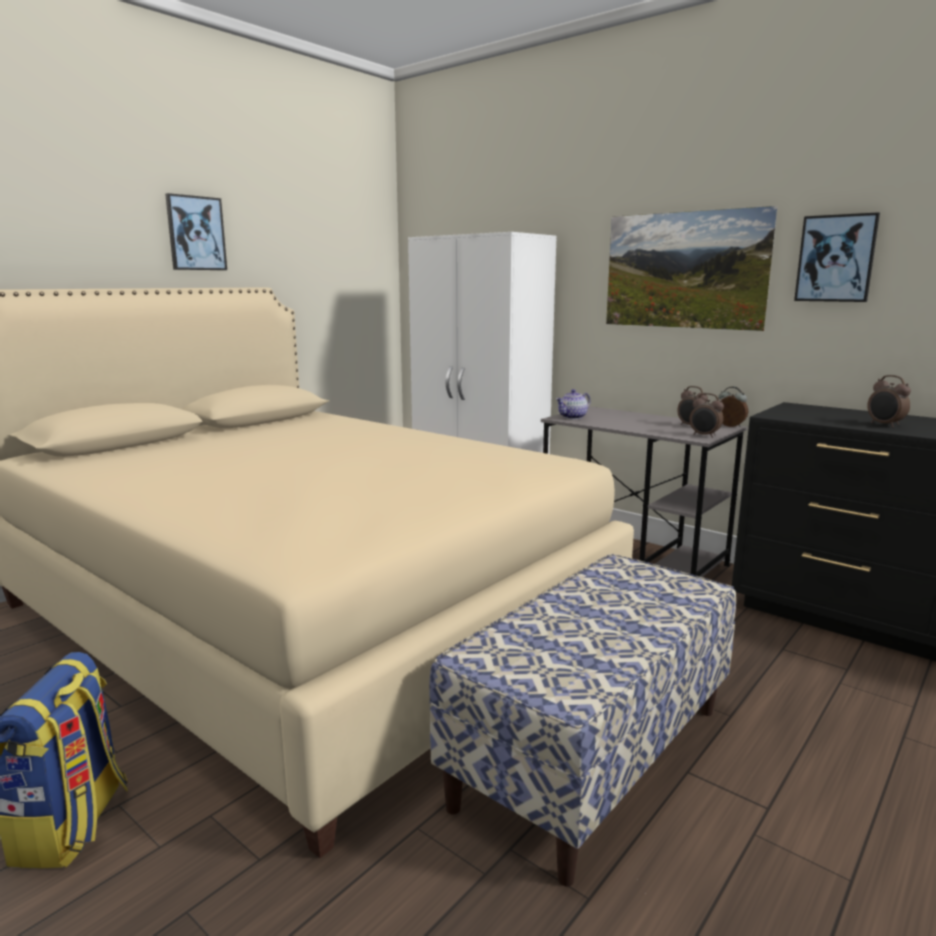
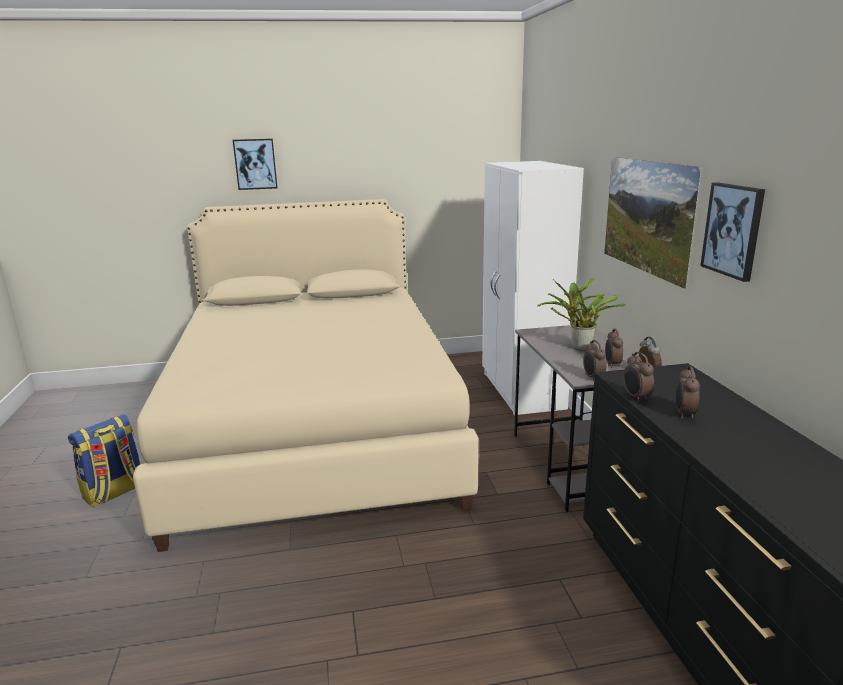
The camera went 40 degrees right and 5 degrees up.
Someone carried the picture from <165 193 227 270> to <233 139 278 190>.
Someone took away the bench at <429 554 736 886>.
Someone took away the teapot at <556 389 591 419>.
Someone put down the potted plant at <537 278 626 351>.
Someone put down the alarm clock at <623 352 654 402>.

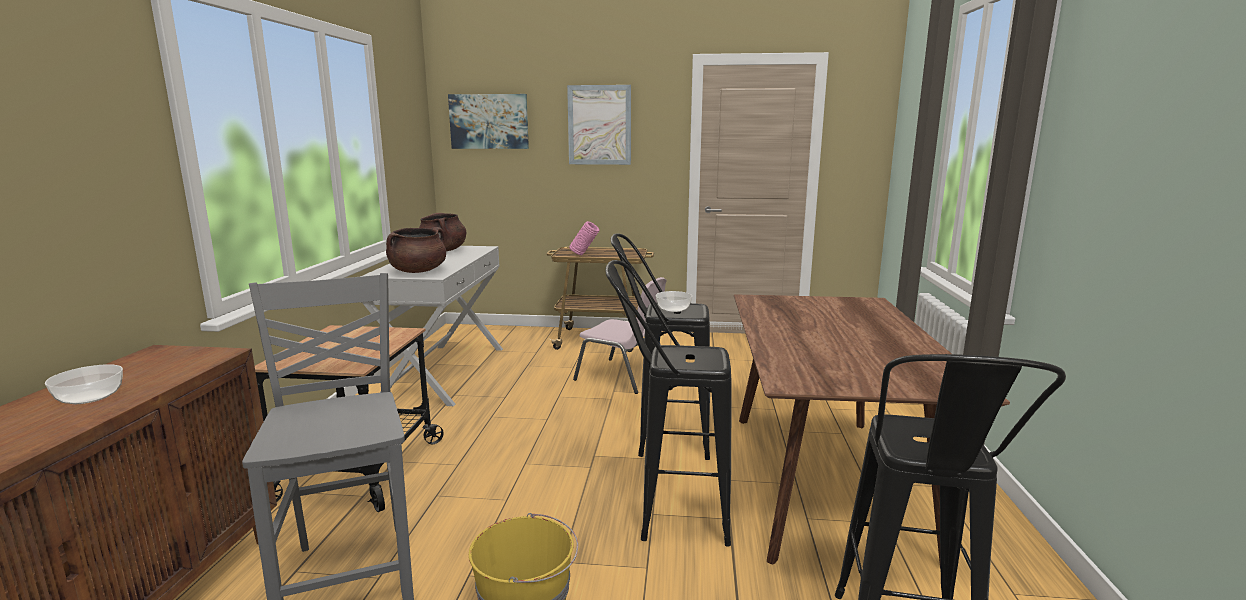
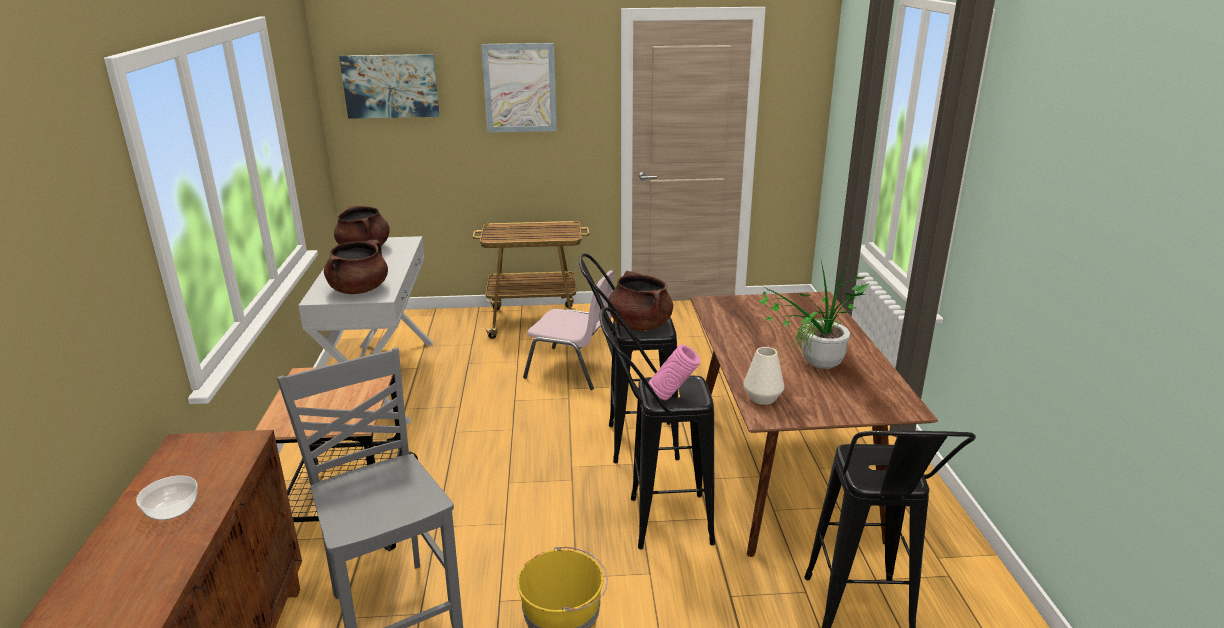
The camera went 10 degrees left and 10 degrees up.
Someone carried the vase (pink) from <569 221 599 255> to <648 345 701 400>.
Someone swapped the bowl at <656 291 692 312> for the cooking pot (brown) at <608 271 673 331>.
Someone put down the vase (white) at <743 347 784 405>.
Someone put down the potted plant at <758 255 870 369>.

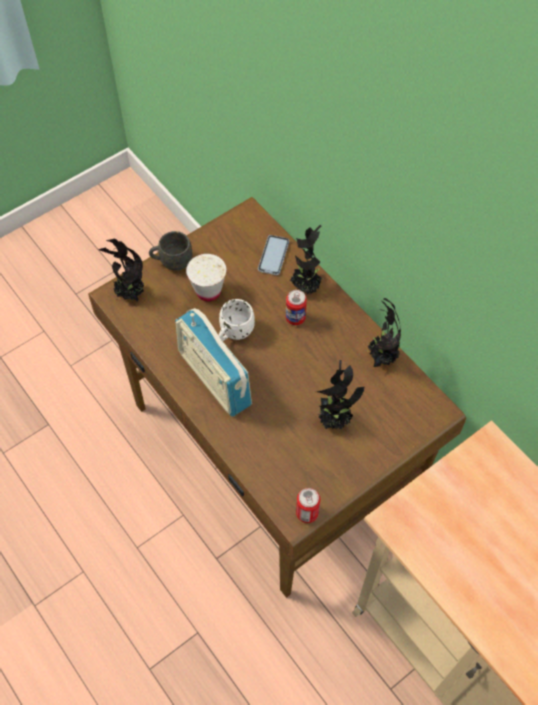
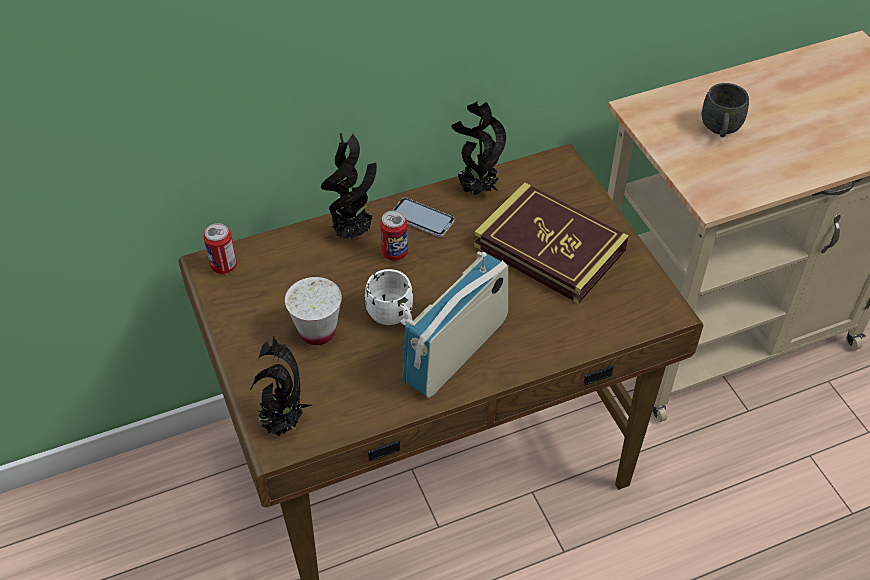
The camera went 75 degrees left and 10 degrees down.
Someone carried the mug (grey) from <149 231 192 271> to <701 83 749 137>.
Someone rotated the radio at <175 308 252 417> by 150 degrees clockwise.
Someone carried the phone from <258 235 289 275> to <392 198 455 237>.
Someone carried the can from <296 488 320 523> to <203 223 237 274>.
Someone swapped the potted plant at <317 360 365 430> for the book at <474 182 629 304>.

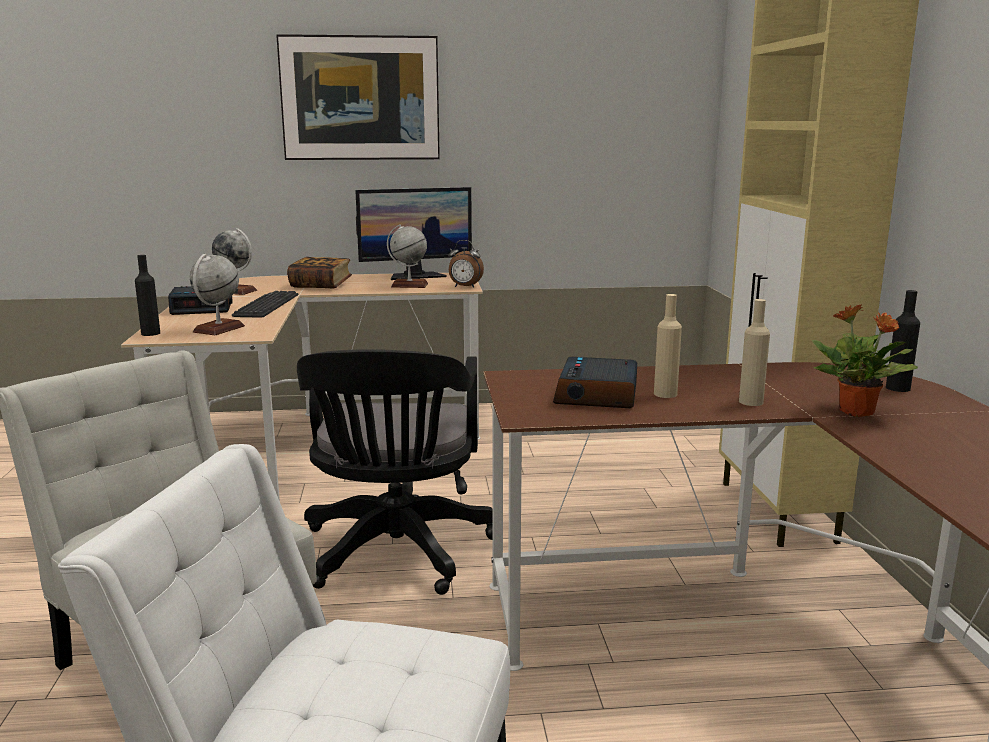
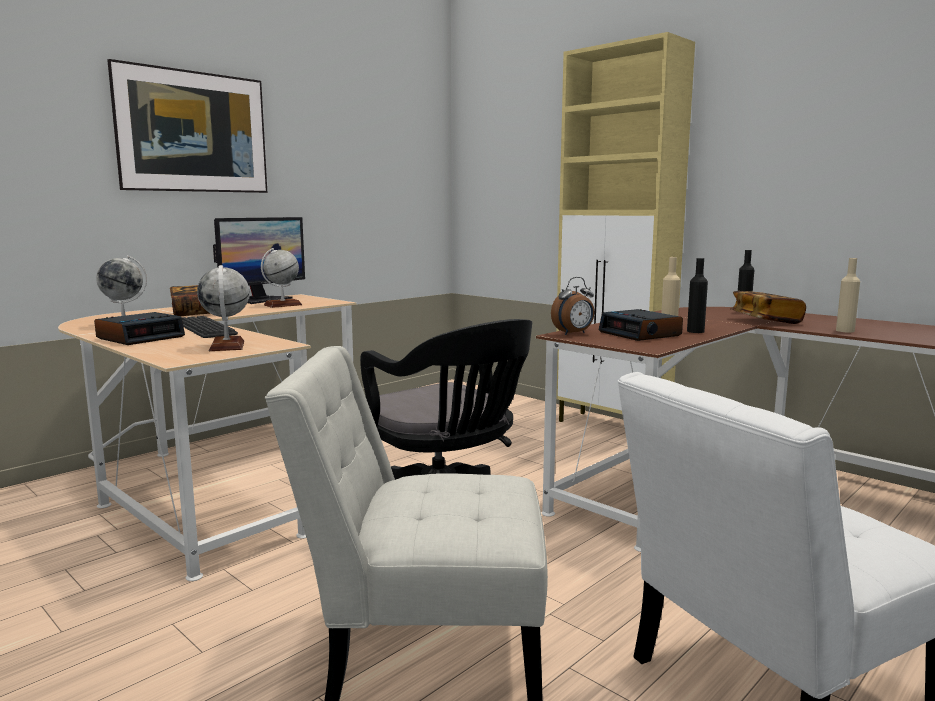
The camera went 40 degrees left and 5 degrees down.
Someone carried the bottle (black) from <135 255 160 336> to <687 258 708 333>.
Someone carried the alarm clock from <448 240 484 288> to <551 277 594 335>.
Someone carried the bottle (beige) from <739 299 770 406> to <836 258 860 333>.
Someone swapped the potted plant at <812 305 918 417> for the book at <730 291 806 324>.

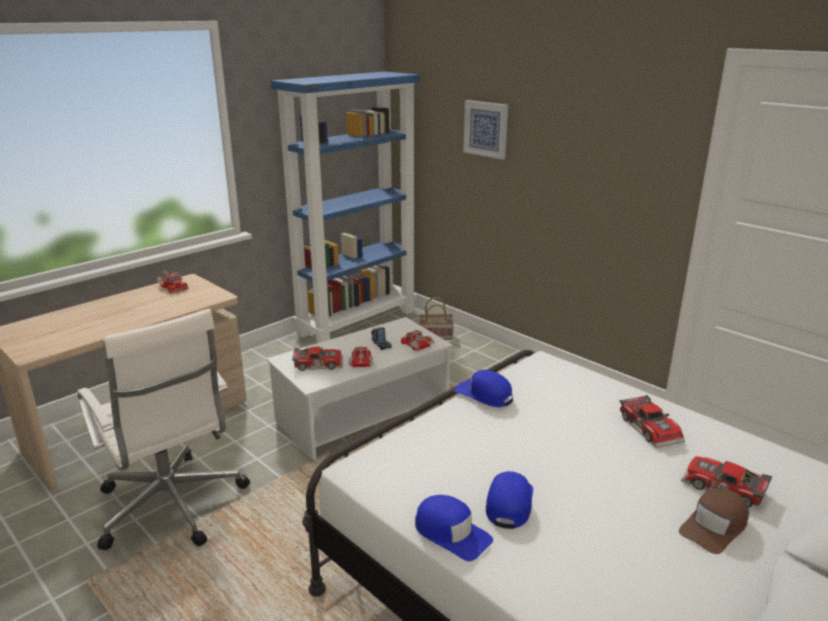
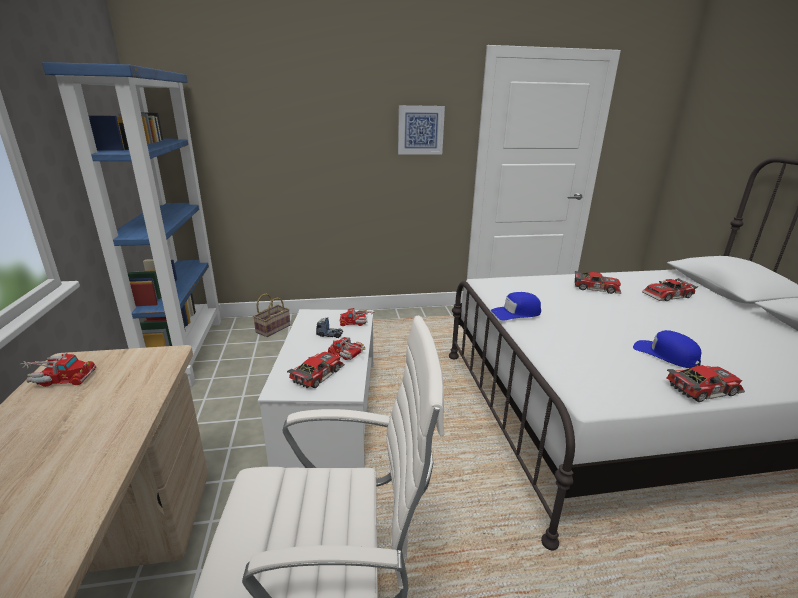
The camera went 55 degrees left and 0 degrees up.
Someone swapped the cap (blue) at <415 495 493 561> for the toy car at <667 365 745 402>.
Someone carried the picture from <463 100 508 160> to <398 105 445 154>.
Someone took away the cap (brown) at <679 488 749 554>.

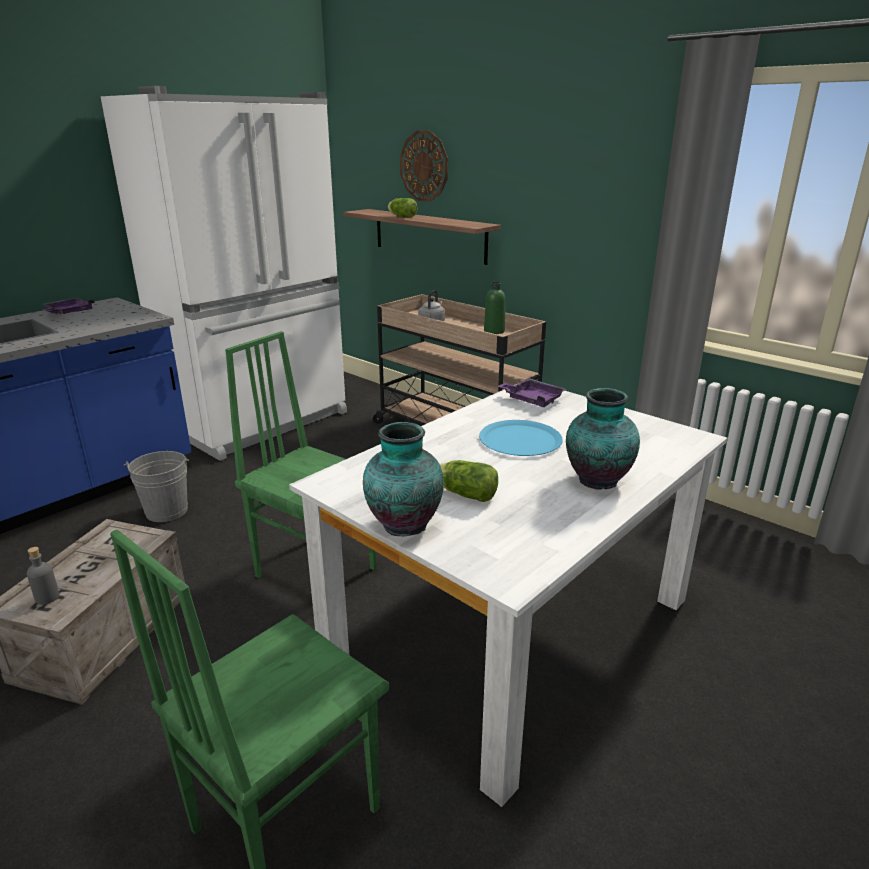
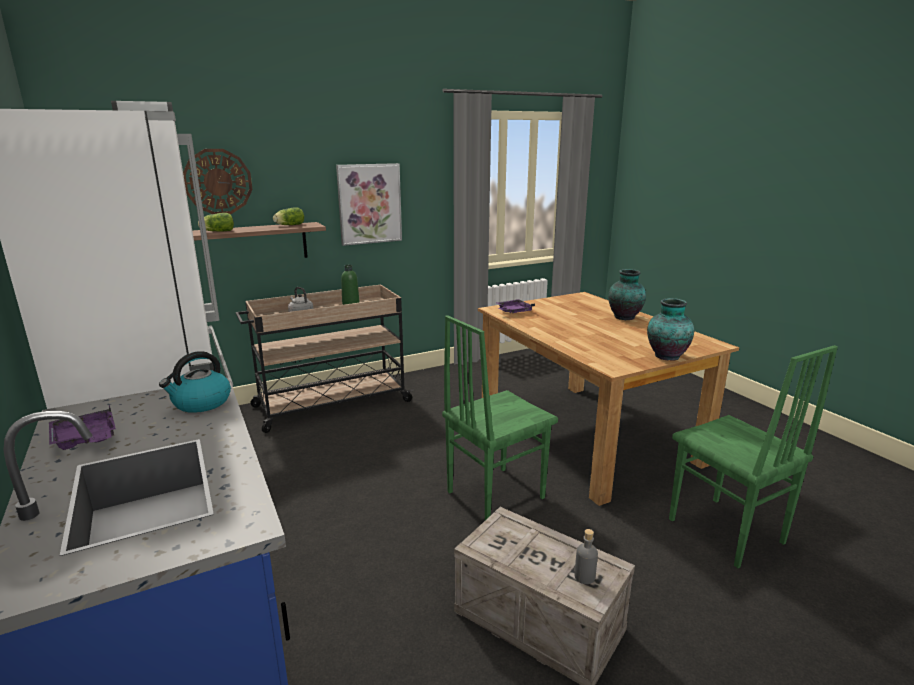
The camera went 70 degrees left and 5 degrees down.
Someone took away the bucket (grey) at <123 451 189 522>.
Someone repainted the dining table (white) at <289 384 727 807>, which became the dining table (brown) at <478 292 739 506>.
Someone carried the lettuce from <440 460 498 502> to <273 207 304 225>.
Someone took away the plate (blue) at <479 420 563 456>.
Someone put down the kettle at <159 351 231 413>.
Someone put up the picture at <336 163 402 246>.

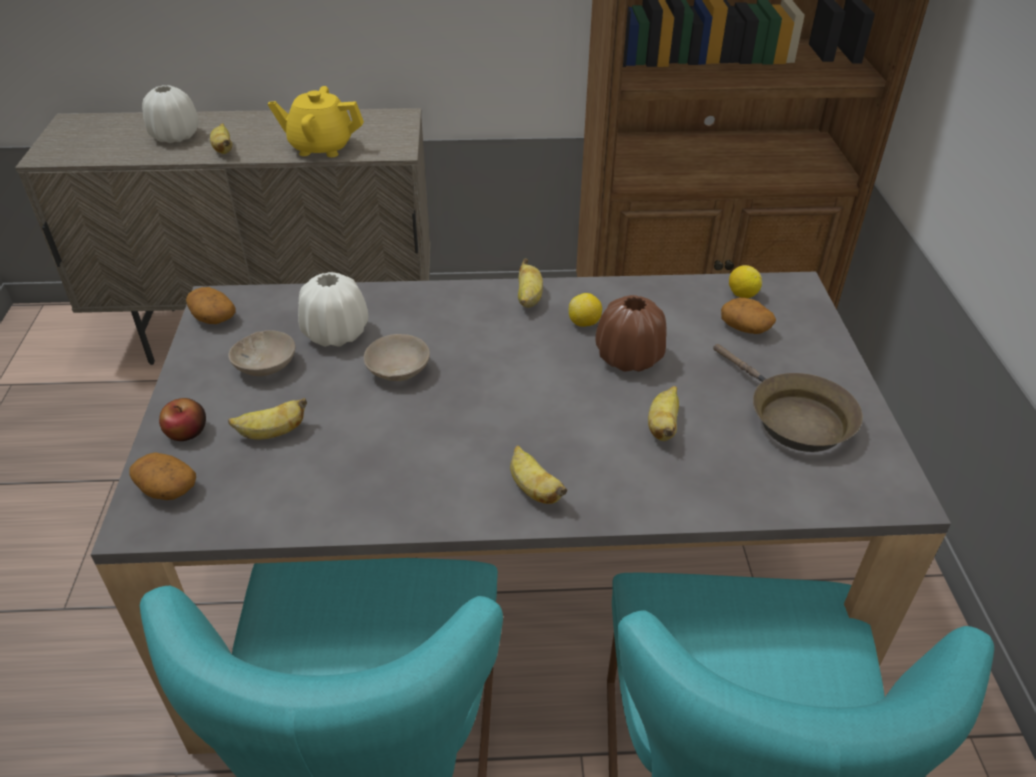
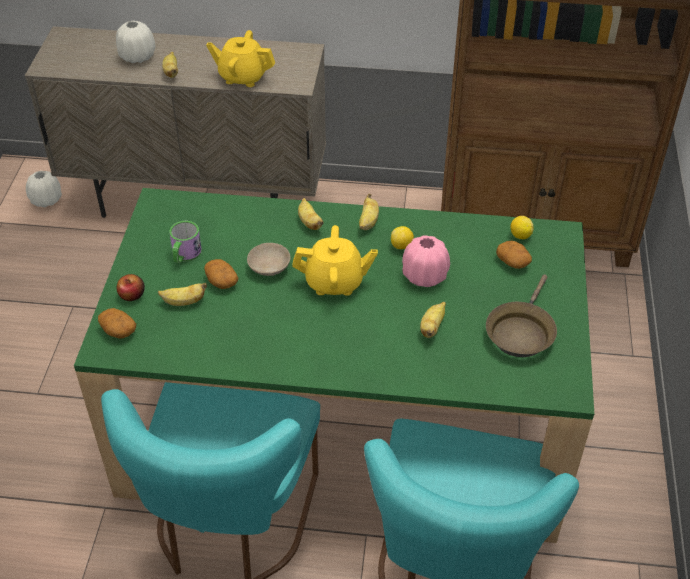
The camera went 10 degrees right and 5 degrees up.
Someone repainted the dining table (grey) at <91 272 951 754>, which became the dining table (green) at <74 188 594 543>.
Someone carried the potato from <186 287 236 324> to <204 259 238 289>.
Someone swapped the bowl (beige) at <228 330 295 376> for the mug at <169 221 202 263>.
Someone carried the vase (white) from <298 272 368 347> to <26 171 62 207>.
Someone carried the banana from <510 445 567 504> to <298 198 324 230>.
Someone repainted the vase (brown) at <595 295 667 372>, which became the vase (pink) at <402 235 450 287>.
Someone rotated the frying pan (brown) at <713 344 863 452> by 45 degrees clockwise.
Someone put down the teapot (yellow) at <292 225 378 296>.

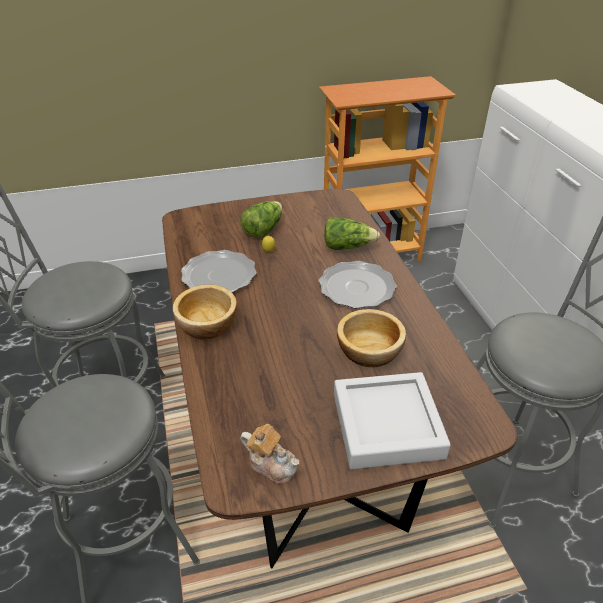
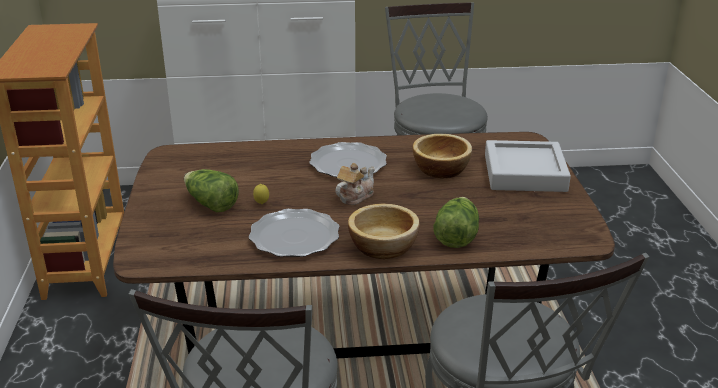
The camera went 80 degrees left and 10 degrees down.
Someone carried the teapot from <240 424 300 484> to <335 163 375 205>.
Someone carried the lettuce from <324 217 380 250> to <434 197 479 248>.

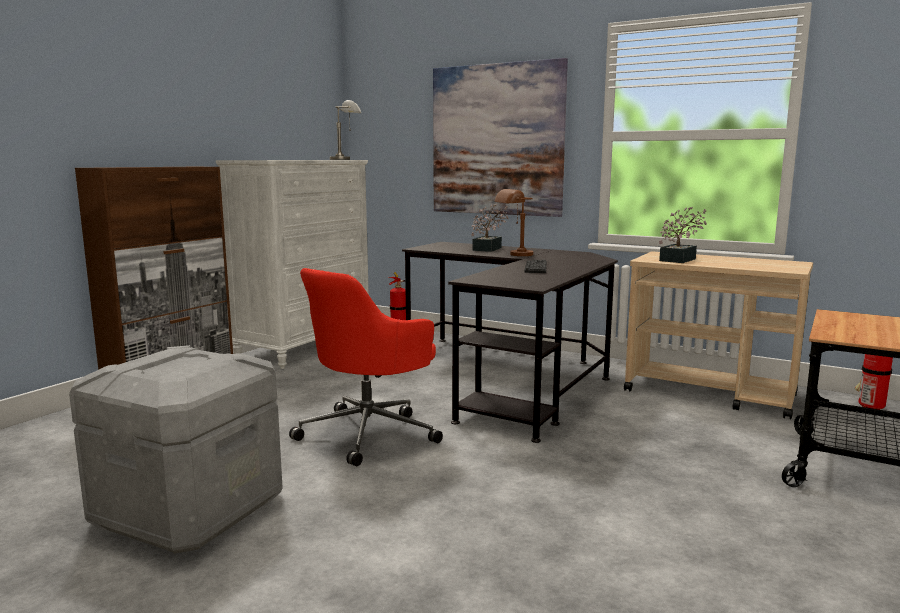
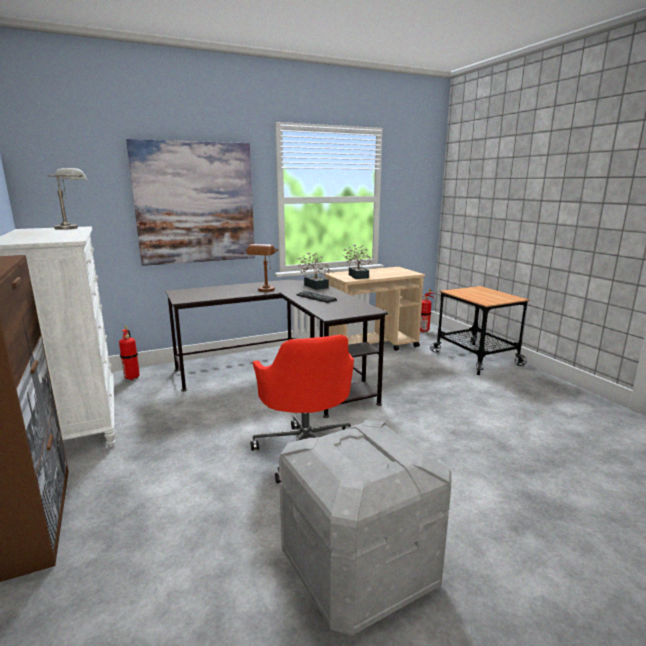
The camera went 55 degrees left and 5 degrees up.
Someone carried the potted plant from <471 204 509 252> to <297 252 333 290>.

